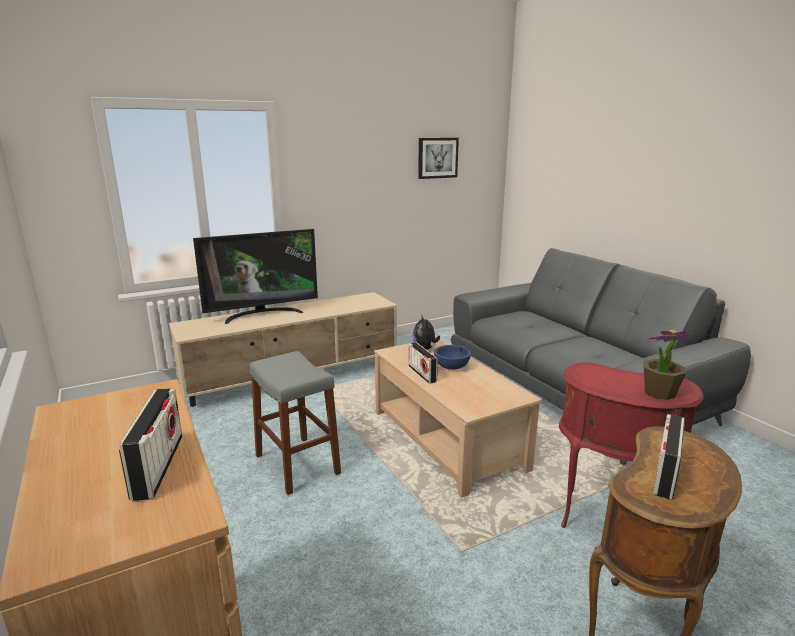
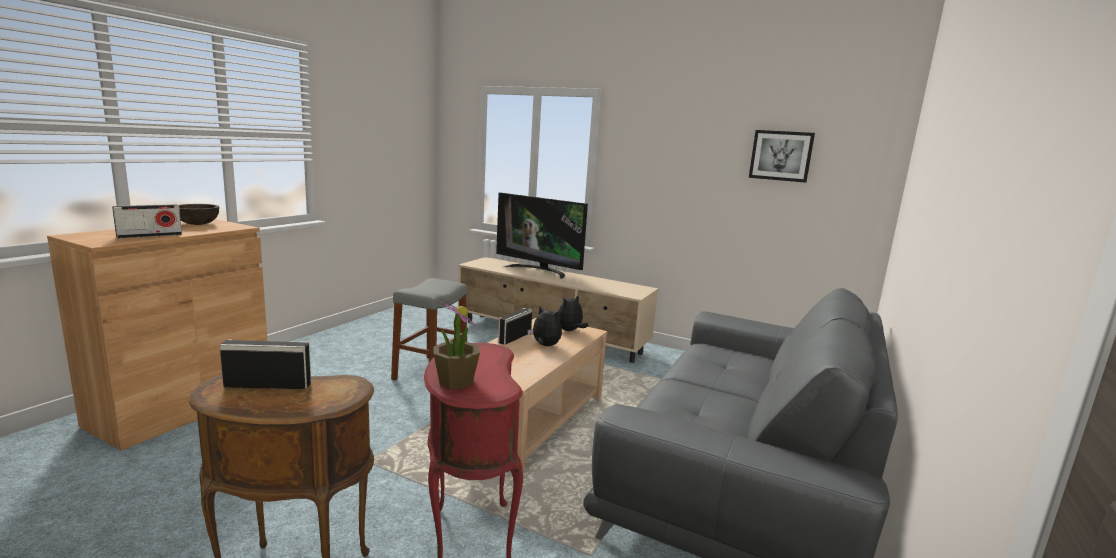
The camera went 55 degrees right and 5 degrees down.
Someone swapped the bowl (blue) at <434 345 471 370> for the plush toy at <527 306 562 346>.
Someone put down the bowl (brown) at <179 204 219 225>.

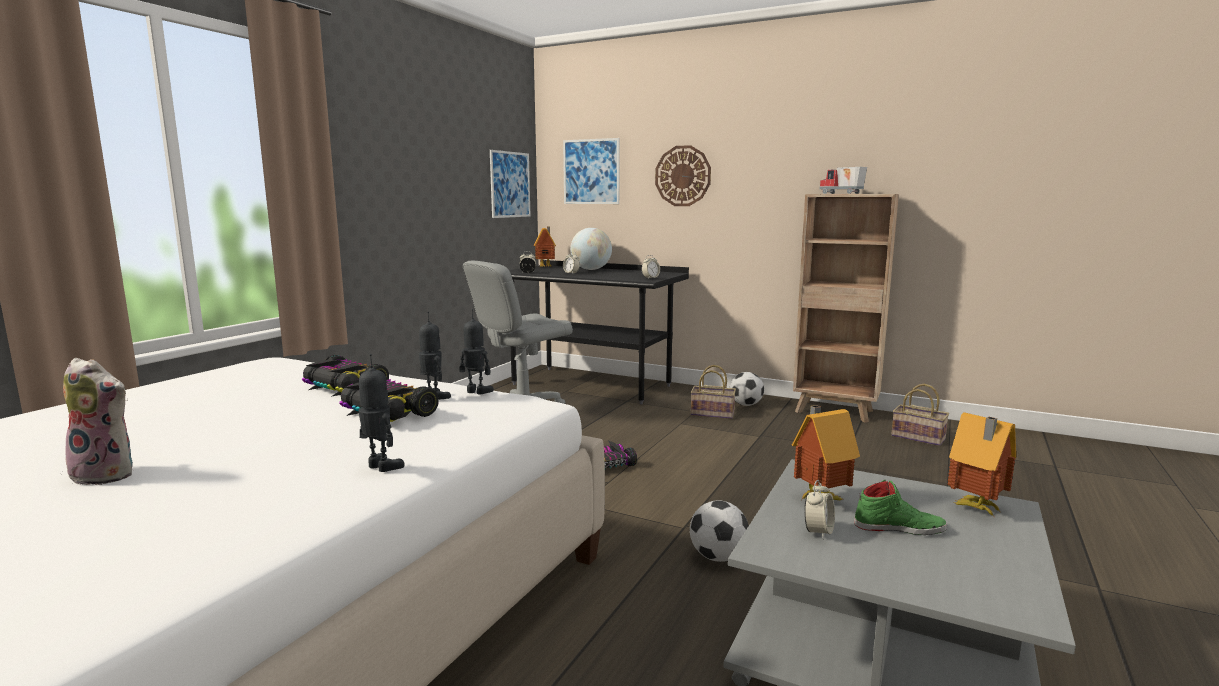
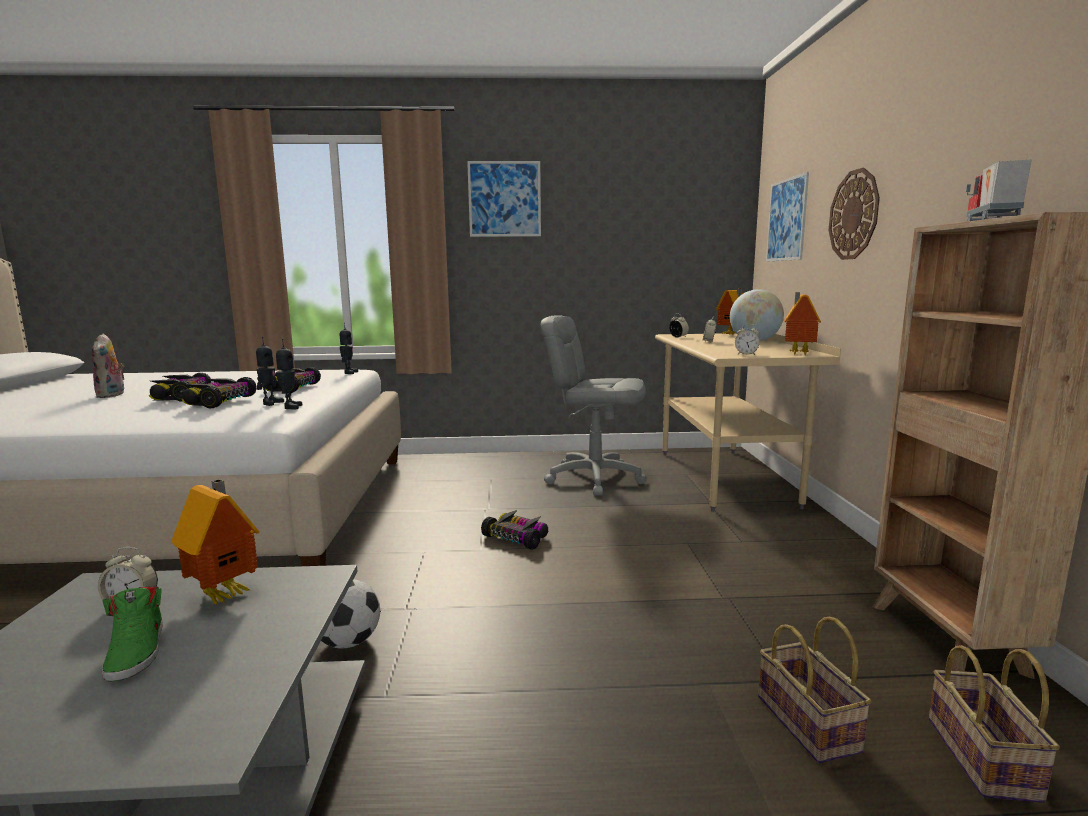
The camera went 60 degrees right and 0 degrees up.
Someone carried the toy robot from <359 354 404 472> to <340 323 358 374>.
Someone carried the picture from <490 150 530 218> to <467 161 541 237>.
Someone repainted the desk (black) at <509 260 689 405>, which became the desk (beige) at <655 333 841 512>.
Someone carried the basket from <691 365 736 419> to <758 616 872 763>.
Someone took away the football at <730 372 764 406>.
Someone carried the toy house from <947 412 1016 516> to <784 292 821 355>.
Someone put down the toy car at <148 373 212 402>.

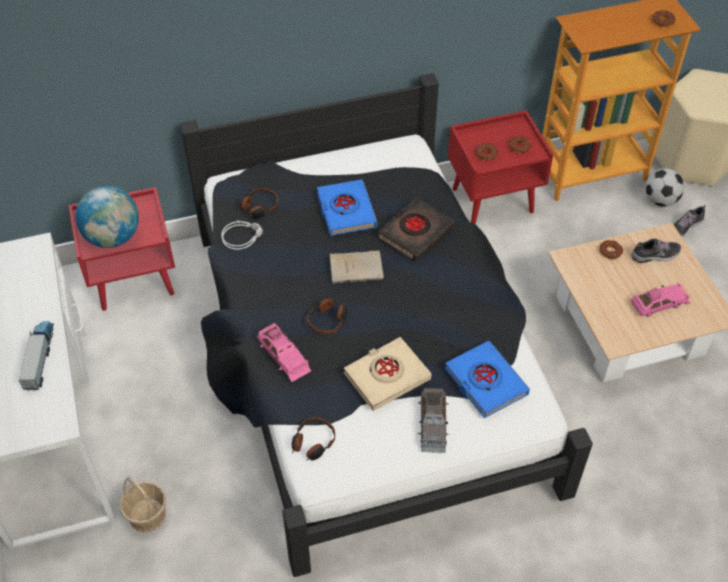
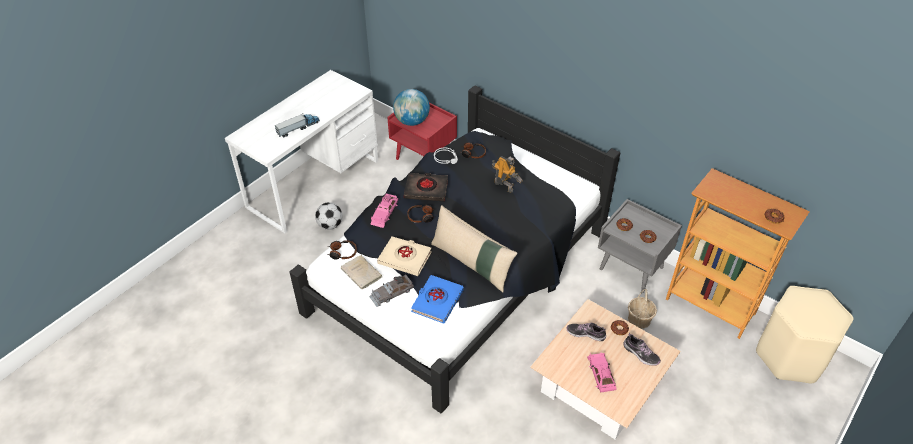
The camera went 55 degrees right and 5 degrees down.
Someone carried the basket from <120 477 166 533> to <628 289 657 329>.
Someone swapped the book (blue) at <317 179 377 236> for the toy robot at <492 156 523 192>.
Someone carried the book (beige) from <329 250 384 284> to <341 255 382 289>.
Someone carried the book (black) from <377 197 454 261> to <404 173 448 201>.
Someone repainted the nightstand (red) at <448 110 553 224>, which became the nightstand (grey) at <598 199 682 293>.
Someone rotated the toy car (pink) at <631 282 690 317> by 135 degrees counterclockwise.
Someone carried the football from <645 168 684 207> to <315 202 342 230>.
Someone carried the shoe from <673 205 705 237> to <566 323 606 341>.
Someone put down the pillow (beige) at <431 205 518 292>.

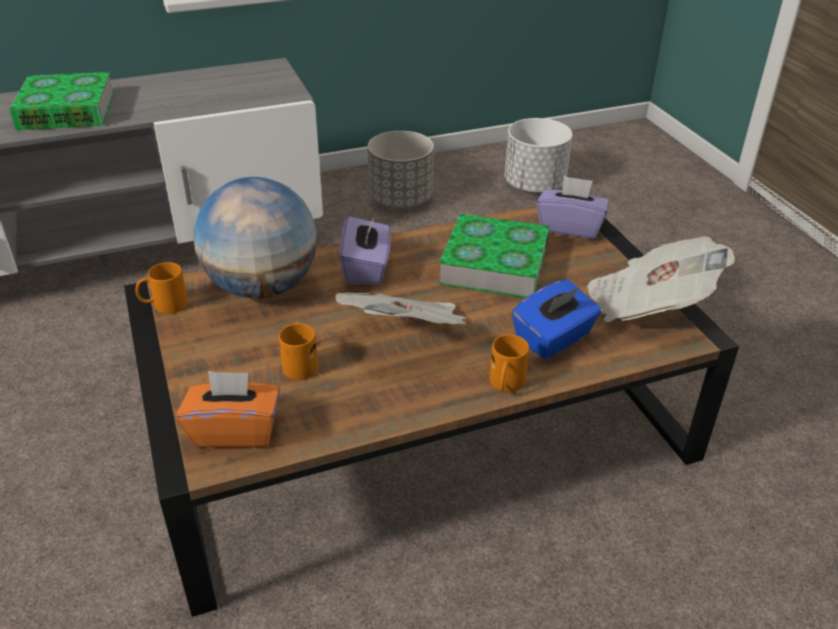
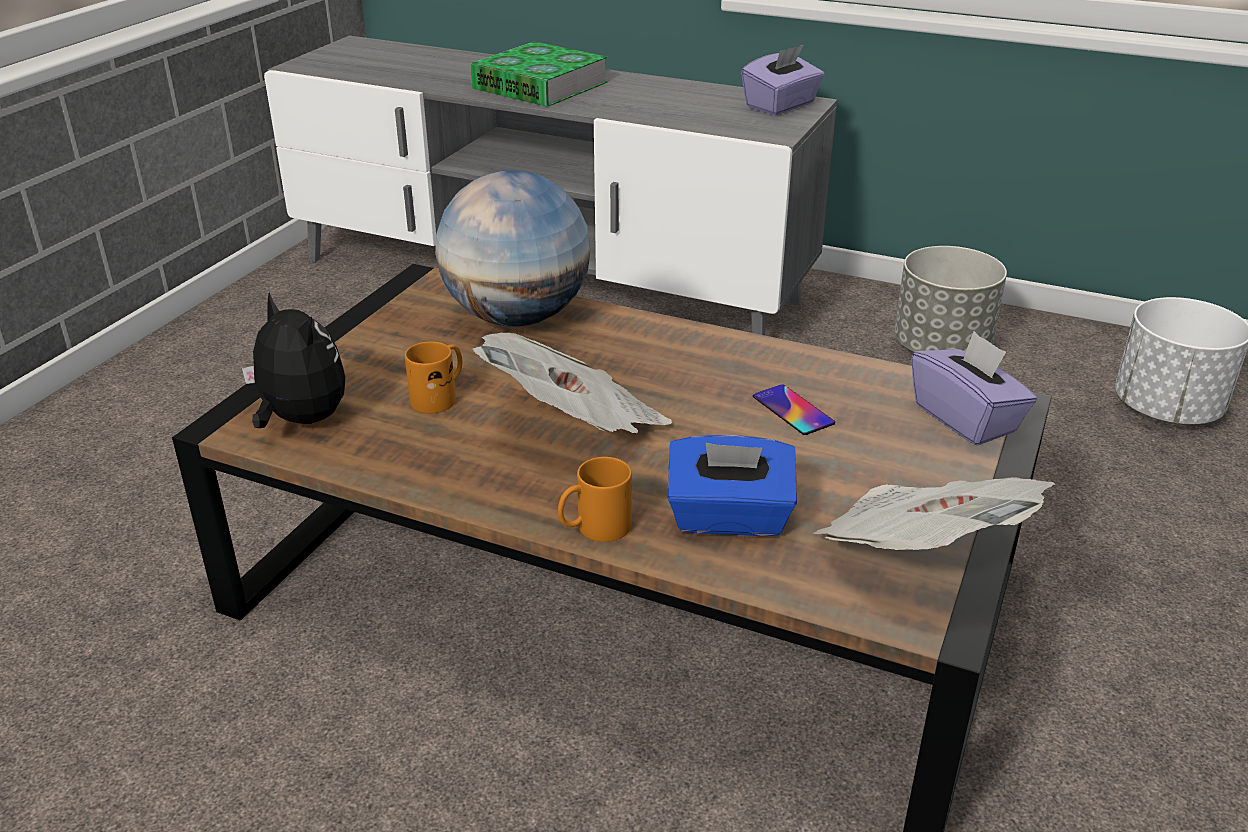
The camera went 45 degrees right and 5 degrees down.
Someone took away the mug (orange) at <135 262 188 314>.
Someone swapped the tissue box (orange) at <176 371 280 448> for the plush toy at <242 292 345 428>.
Someone carried the tissue box (purple) from <340 214 391 284> to <741 45 825 115>.
Someone swapped the book at <438 213 550 298> for the phone at <753 384 835 435>.

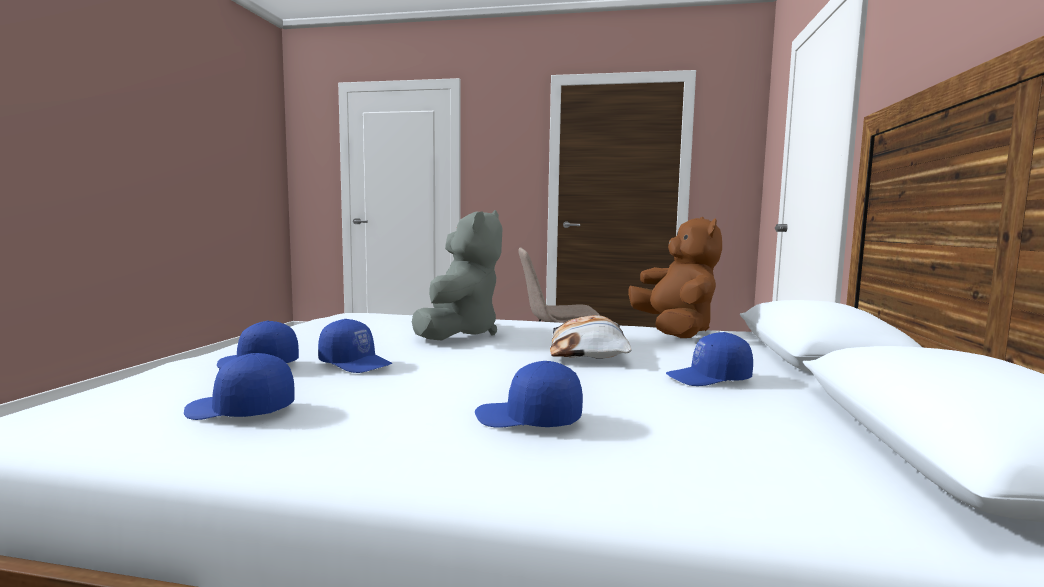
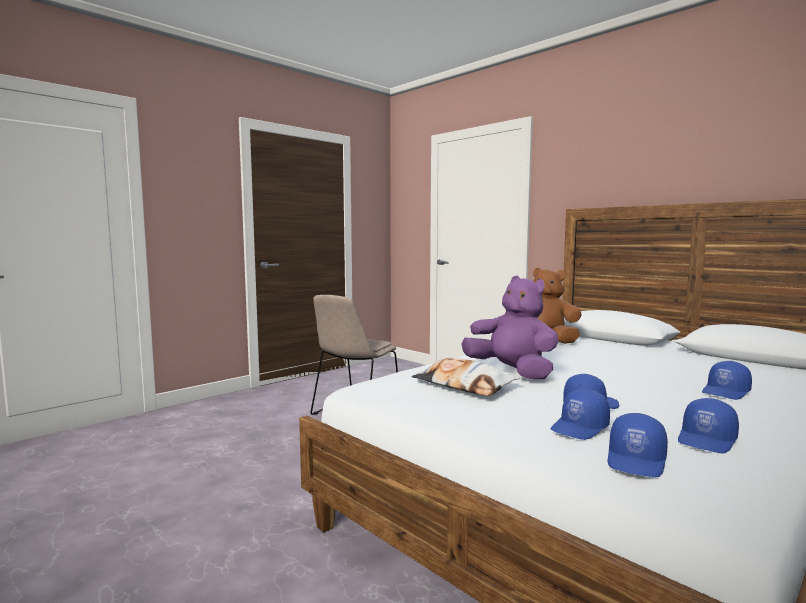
The camera went 55 degrees left and 0 degrees up.
Someone repainted the plush toy (grey) at <412 210 503 340>, which became the plush toy (purple) at <461 276 559 380>.
Someone carried the pillow from <550 315 632 359> to <412 358 520 396>.
Someone carried the cap (blue) from <666 332 753 386> to <608 413 668 477>.

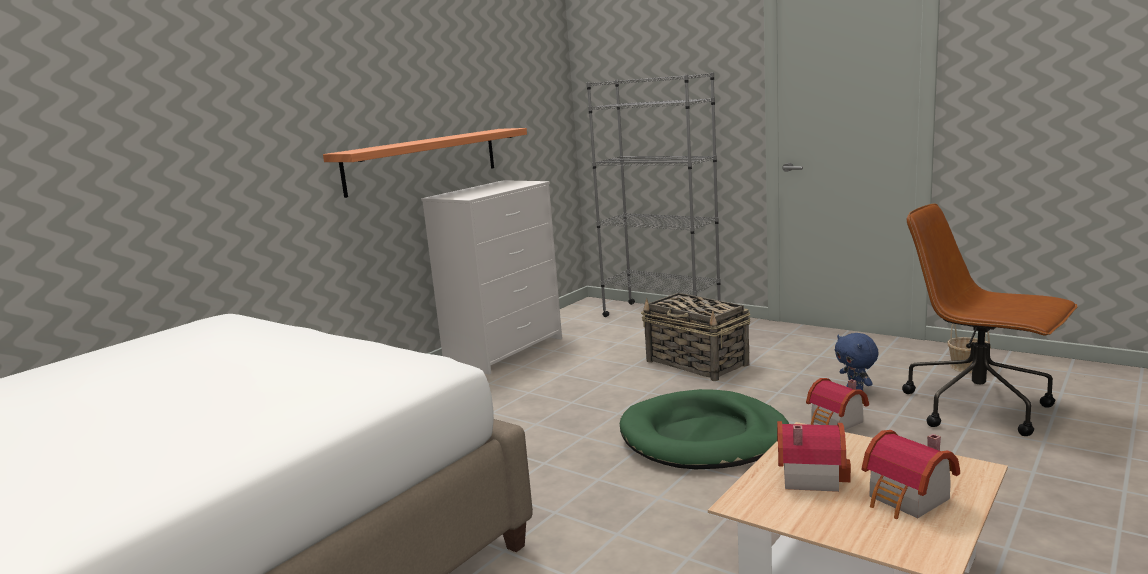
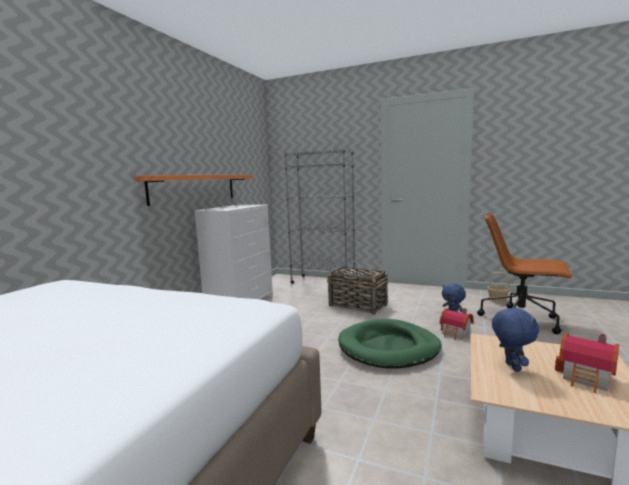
The camera went 15 degrees left and 5 degrees down.
Someone swapped the toy house at <777 421 851 492> for the plush toy (blue) at <492 307 539 372>.

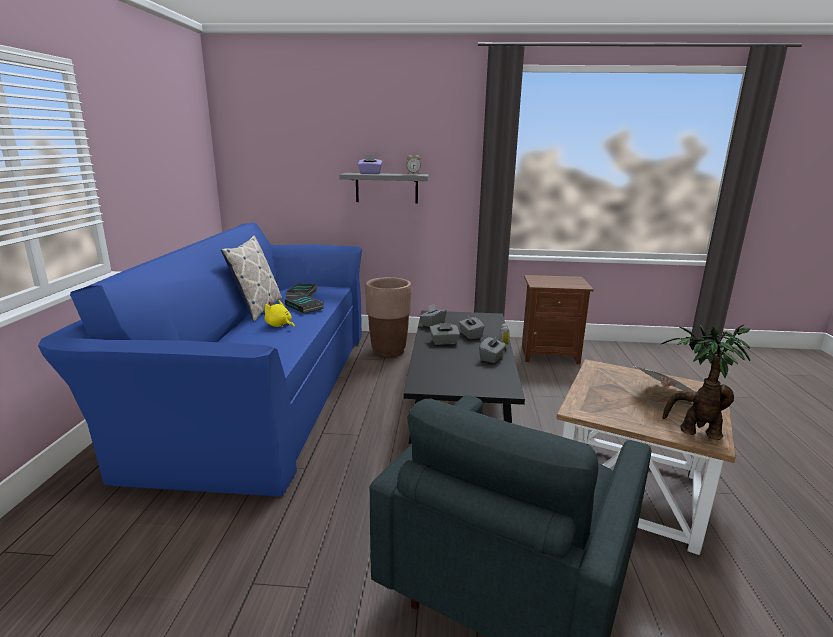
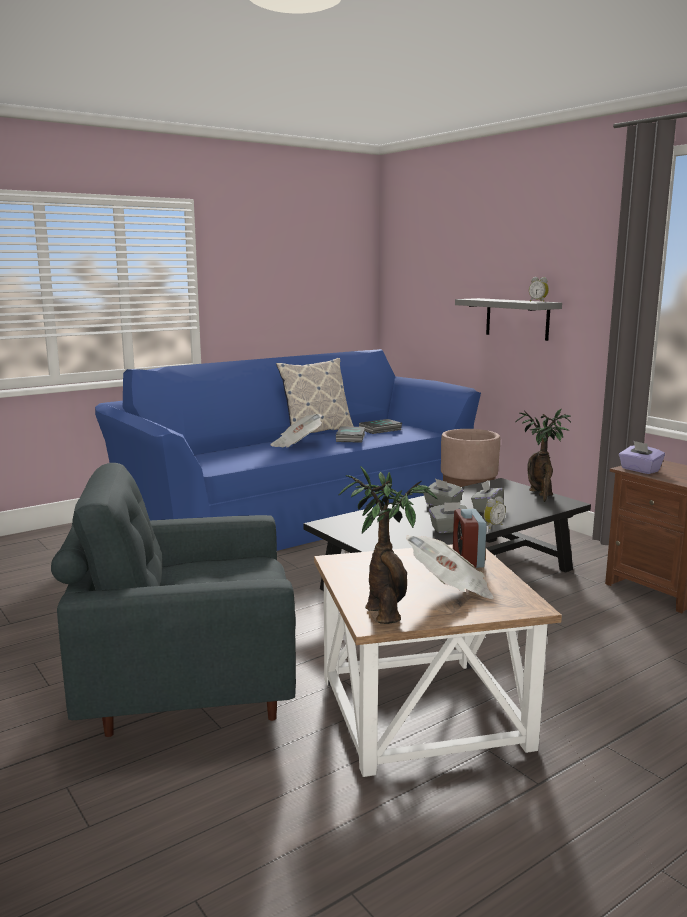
The camera went 50 degrees right and 5 degrees down.
Someone swapped the plush toy (yellow) at <265 300 295 328> for the newspaper at <271 414 322 448>.
Someone carried the tissue box (purple) from <358 155 383 174> to <619 441 665 474>.
Someone took away the tissue box (grey) at <420 304 447 327>.
Someone put down the alarm clock at <453 509 487 568>.
Someone put down the potted plant at <516 409 571 502>.

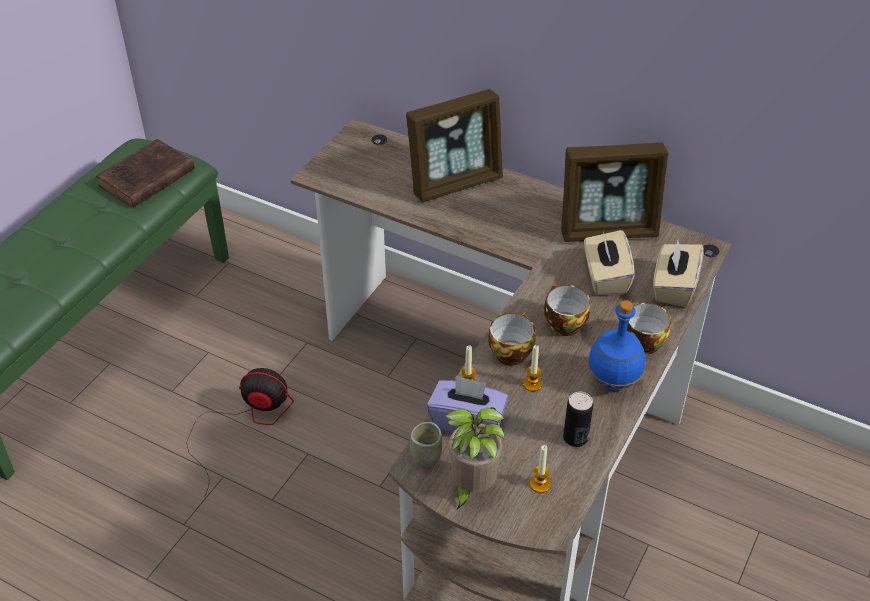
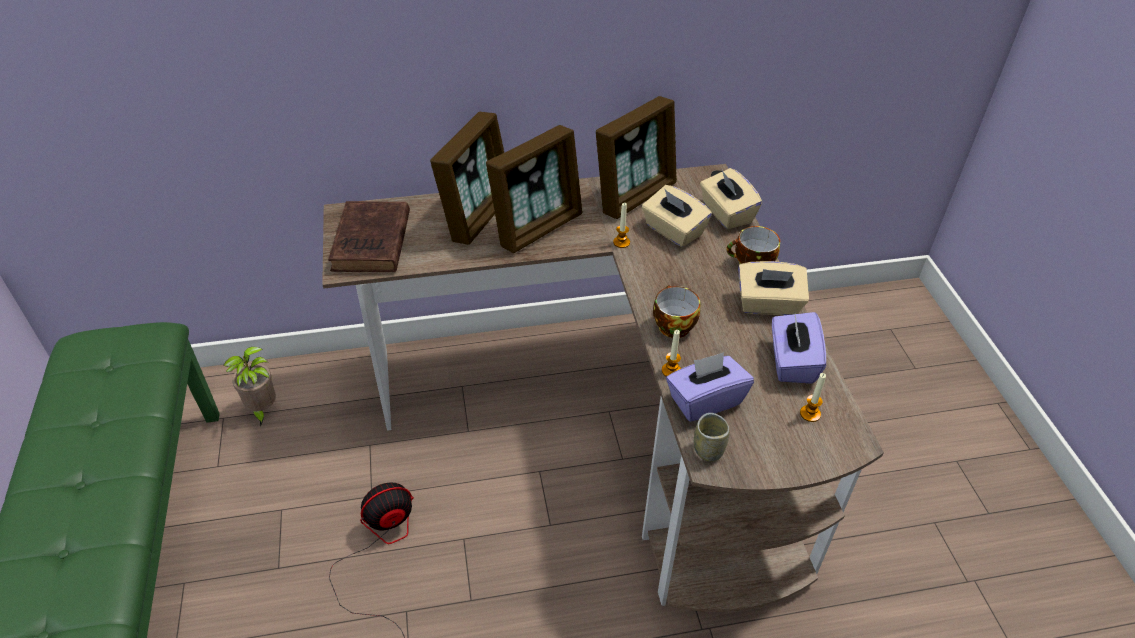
The camera went 40 degrees left and 0 degrees up.
Someone carried the book (brown) from <96 139 195 208> to <328 201 410 272>.
Someone carried the potted plant from <445 407 505 509> to <223 347 276 427>.
Someone carried the candle from <523 345 542 391> to <613 202 630 248>.
Someone took away the cup at <544 285 590 336>.
Someone swapped the can at <563 392 593 447> for the tissue box (purple) at <772 312 826 384>.
Someone swapped the bottle (blue) at <588 300 646 392> for the tissue box (beige) at <738 261 809 315>.
Someone put down the picture frame at <486 125 582 253>.

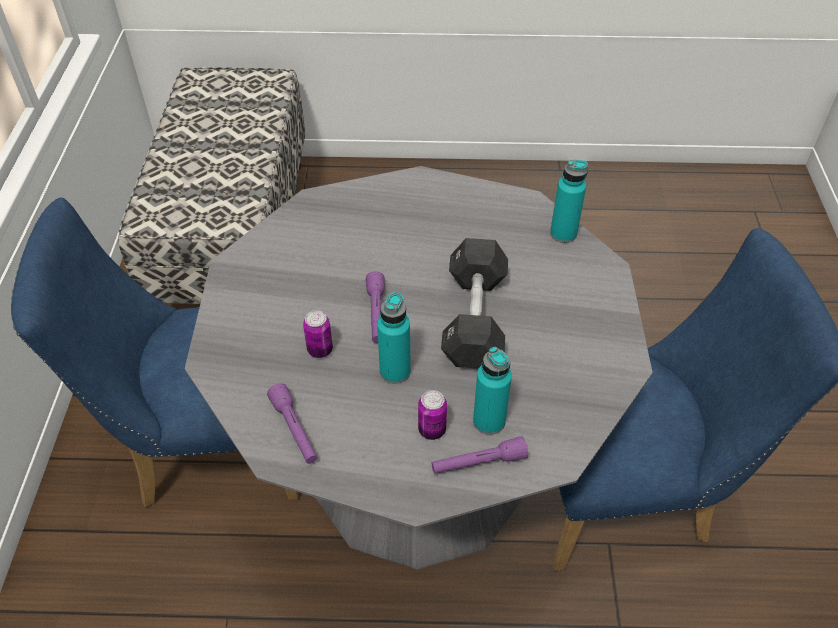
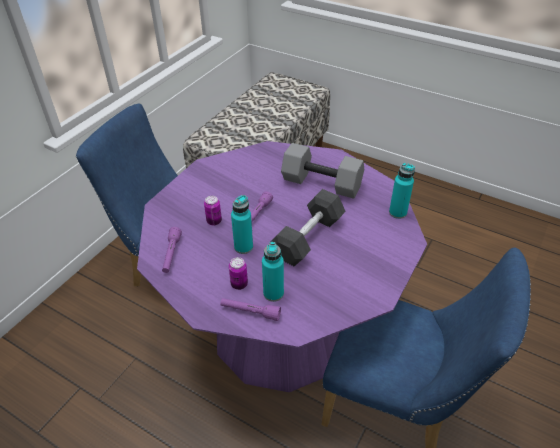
The camera went 30 degrees right and 5 degrees down.
Someone repainted the dining table (grey) at <185 166 653 570>, which became the dining table (purple) at <137 141 427 392>.
Someone put down the dumbbell (grey) at <281 143 364 199>.

